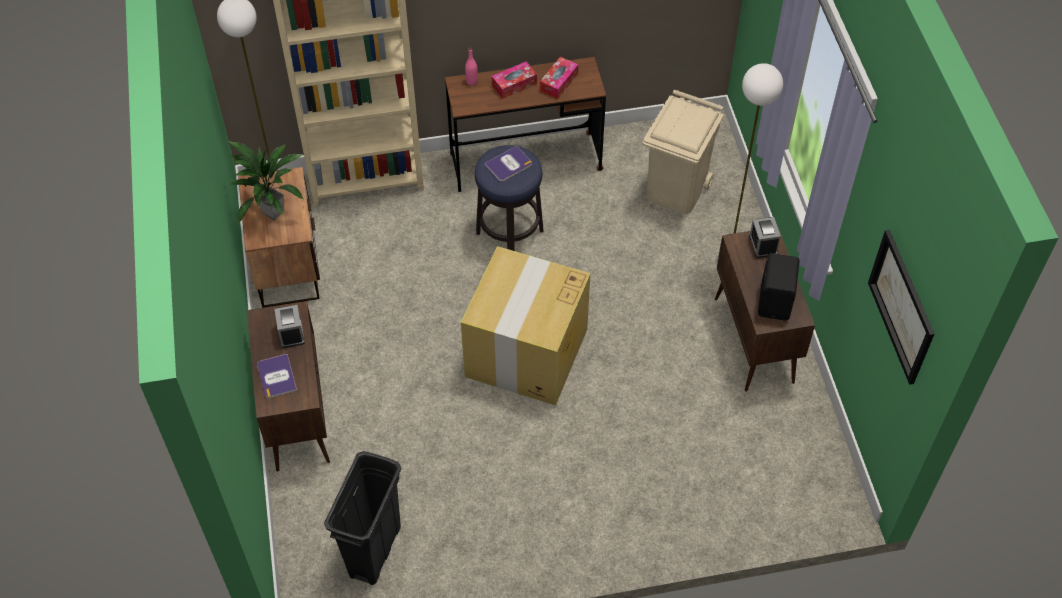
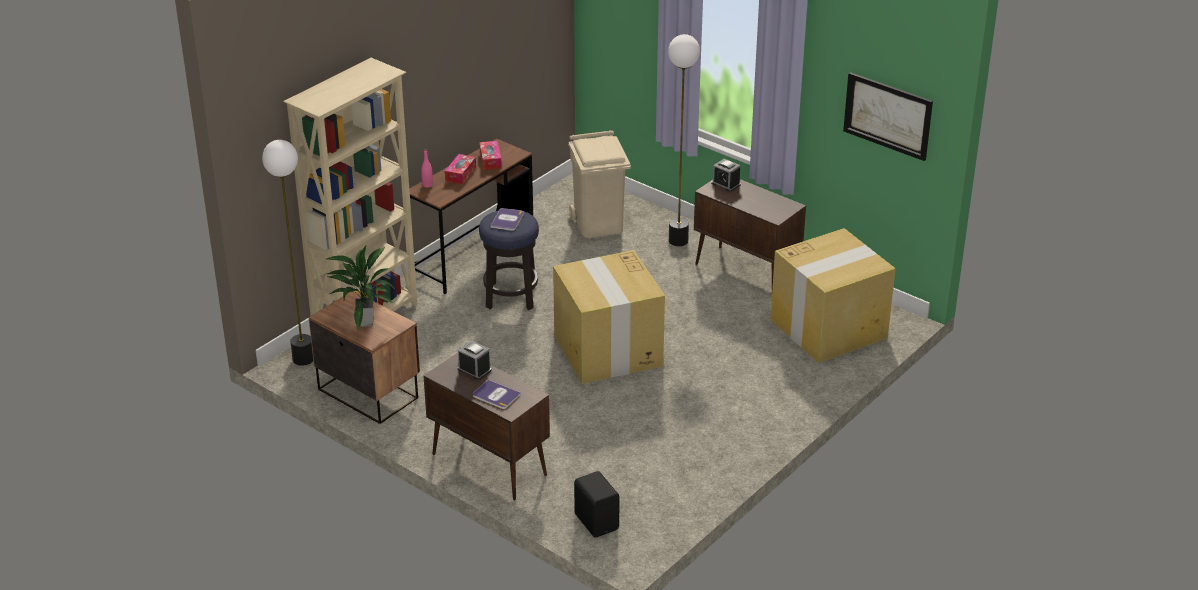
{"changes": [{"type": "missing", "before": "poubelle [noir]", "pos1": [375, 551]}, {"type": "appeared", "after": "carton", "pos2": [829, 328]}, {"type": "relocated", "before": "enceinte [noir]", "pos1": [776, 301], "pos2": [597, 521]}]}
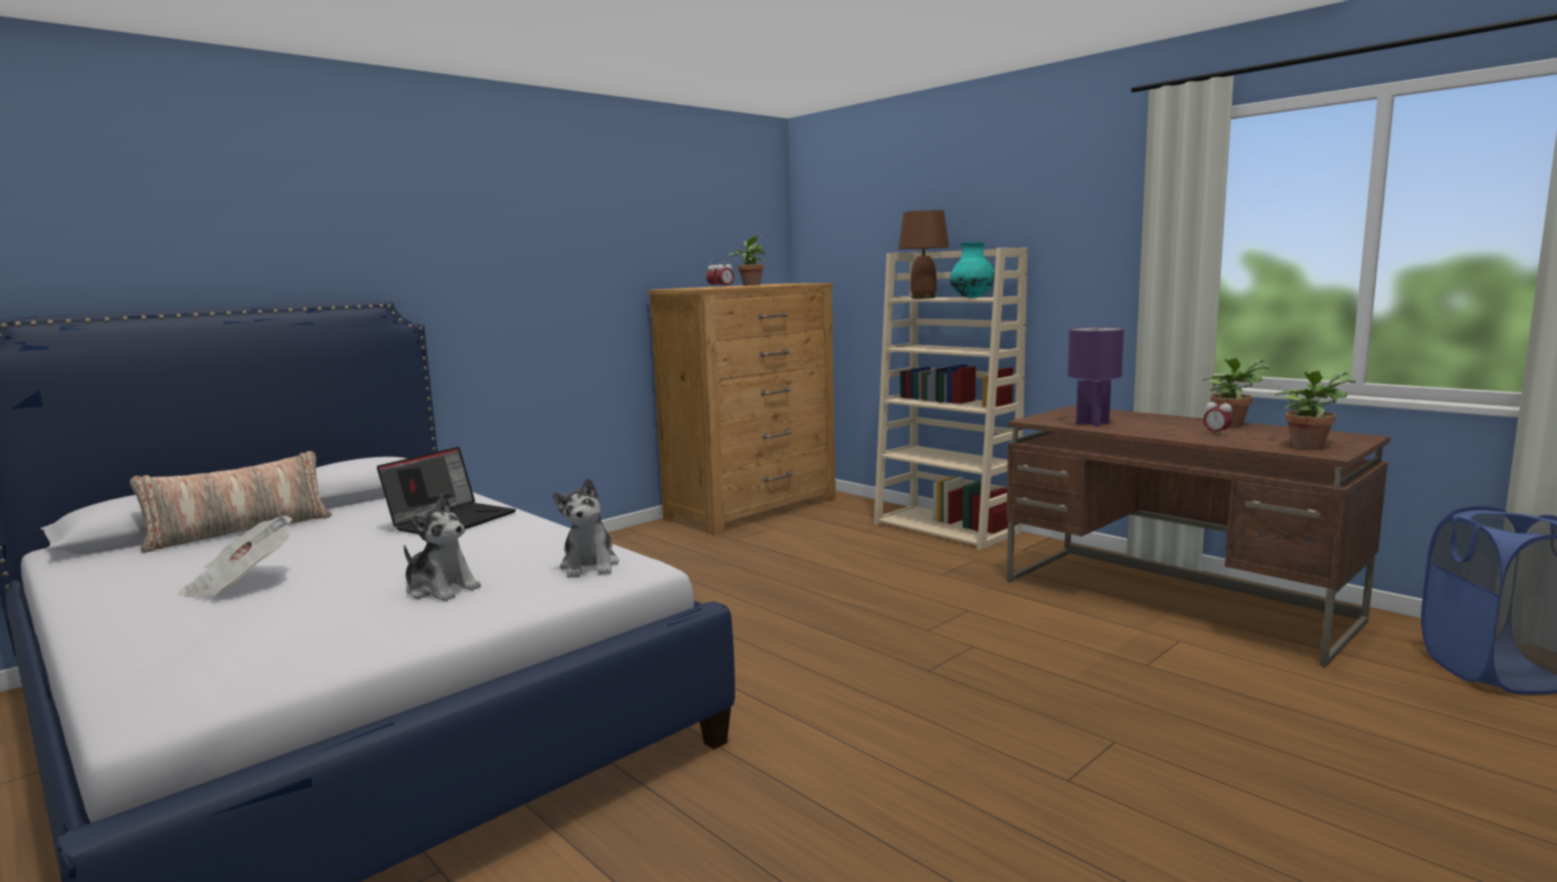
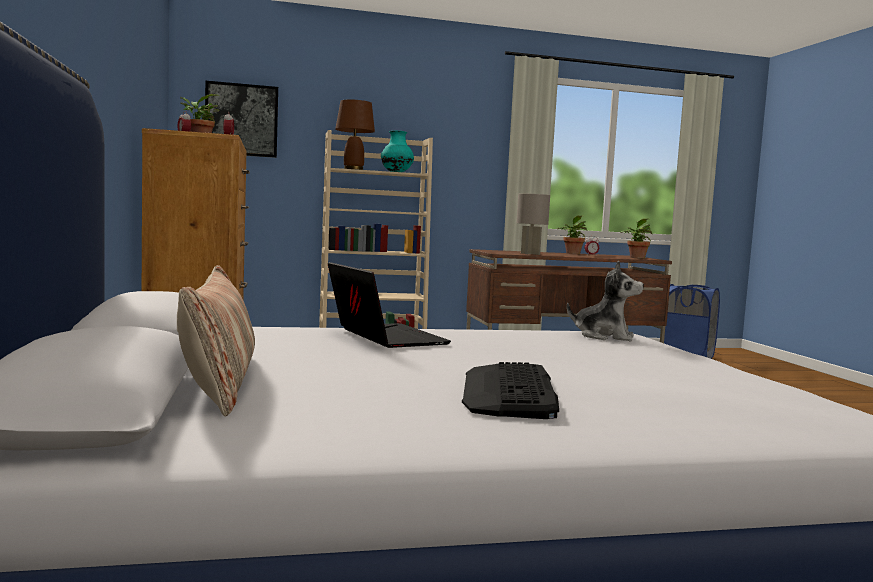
{"changes": [{"type": "missing", "before": "peluche", "pos1": [441, 589]}, {"type": "appeared", "after": "tableau", "pos2": [241, 120]}, {"type": "exchanged", "before": "journal", "after": "clavier", "pos1": [240, 584], "pos2": [509, 392]}, {"type": "colour", "before": "lampe de table [violet]", "after": "lampe de table [gris]", "pos1": [1091, 423], "pos2": [530, 254]}]}
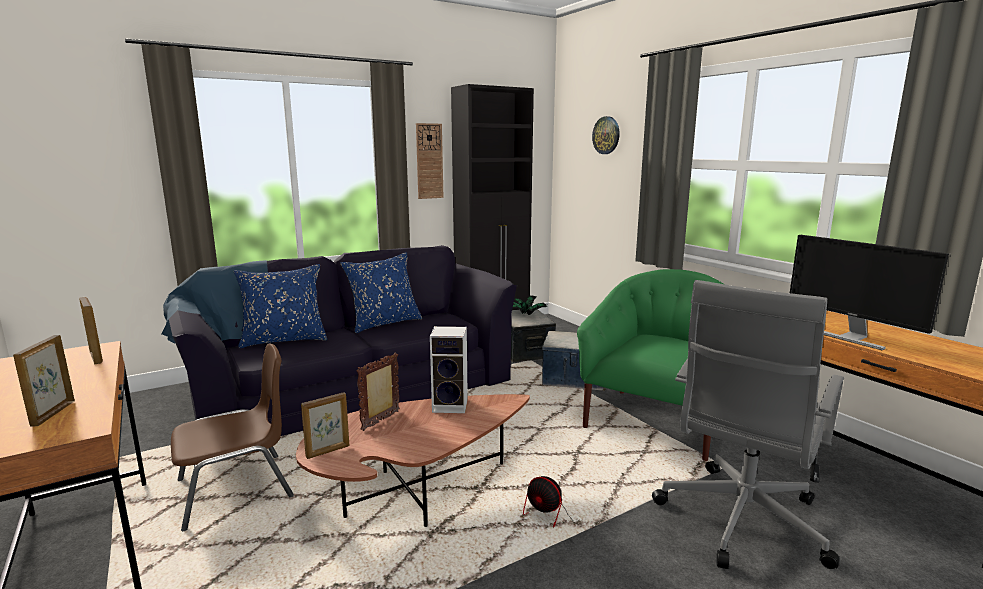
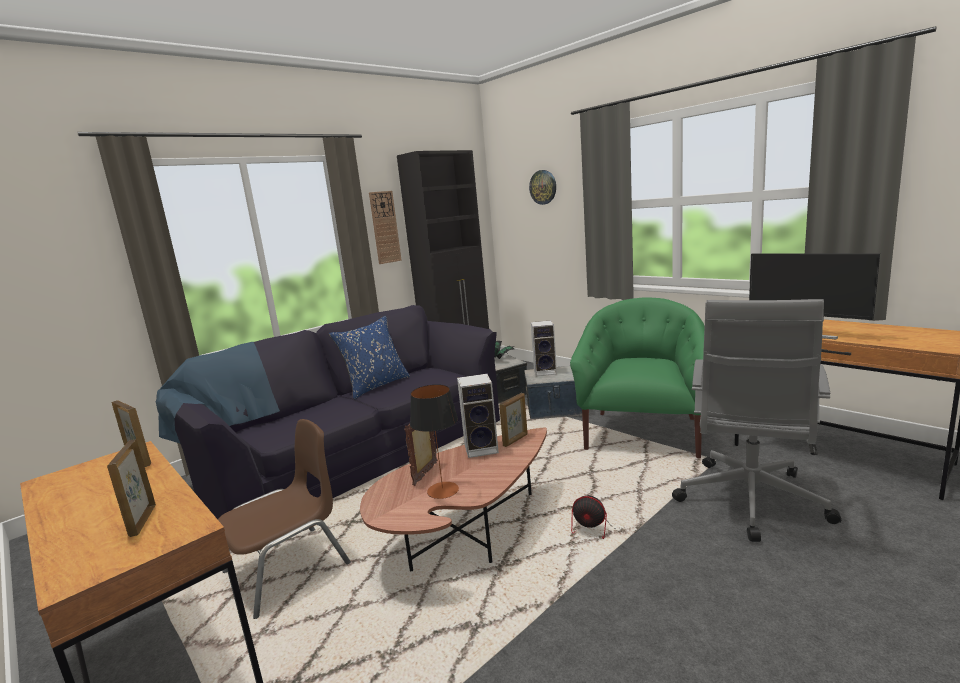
{"changes": [{"type": "missing", "before": "coussin [bleu]", "pos1": [284, 340]}, {"type": "appeared", "after": "lampe de table", "pos2": [442, 490]}, {"type": "appeared", "after": "enceinte", "pos2": [546, 372]}, {"type": "relocated", "before": "cadre photo", "pos1": [328, 451], "pos2": [516, 440]}]}
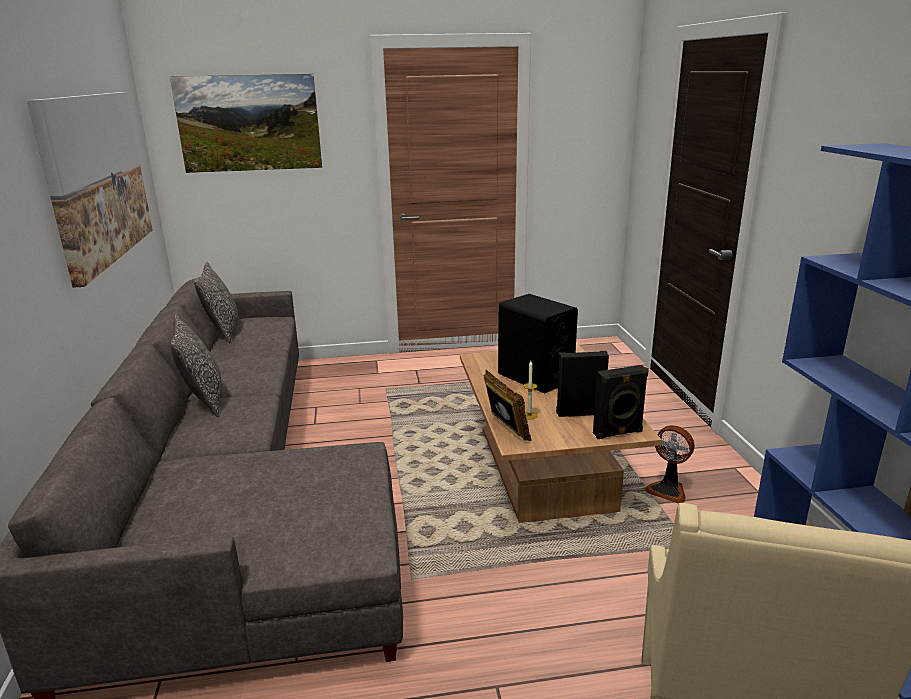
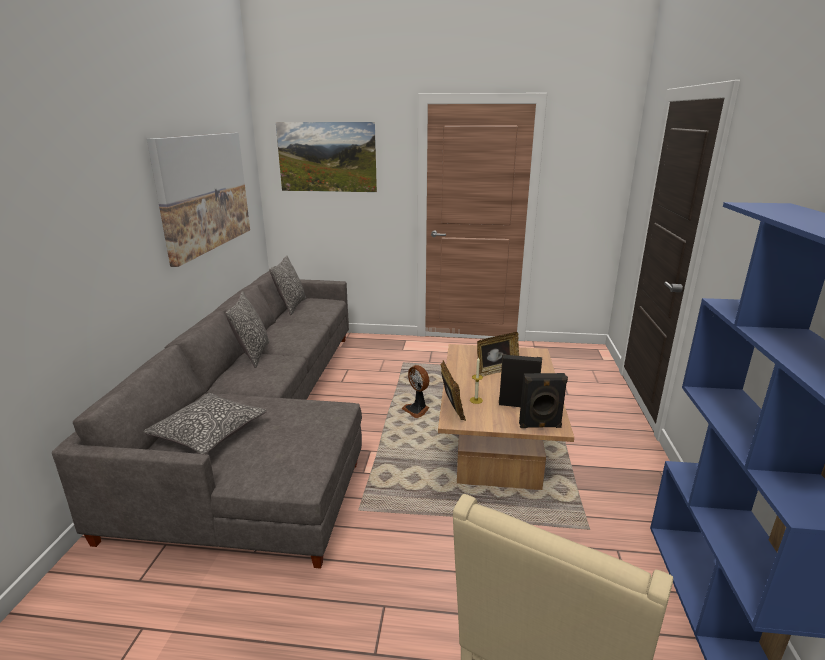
{"changes": [{"type": "appeared", "after": "coussin", "pos2": [208, 433]}, {"type": "relocated", "before": "ventilateur", "pos1": [668, 490], "pos2": [417, 409]}, {"type": "exchanged", "before": "enceinte [noir]", "after": "cadre photo", "pos1": [535, 377], "pos2": [497, 370]}]}
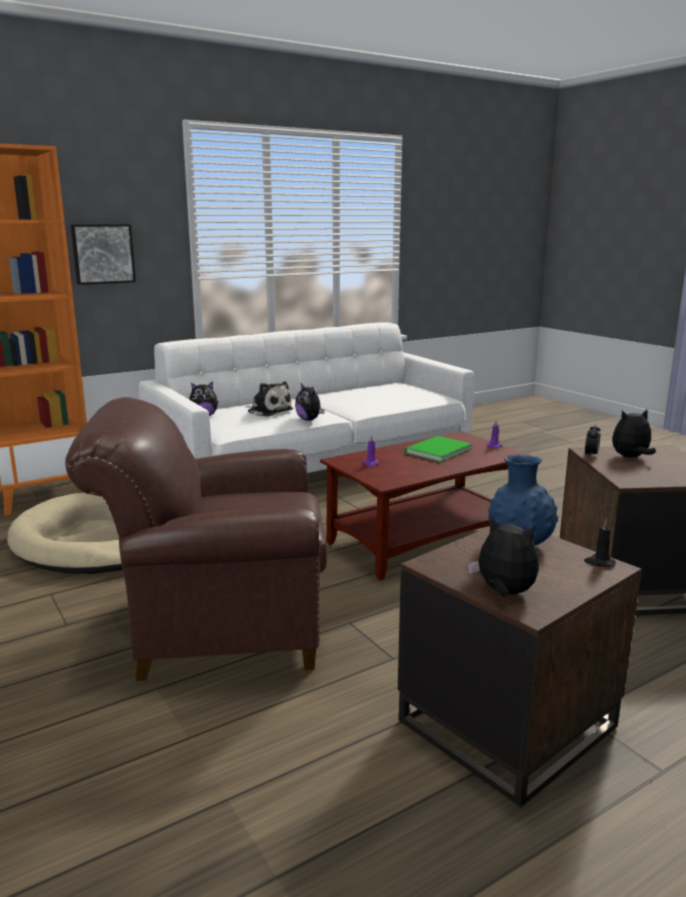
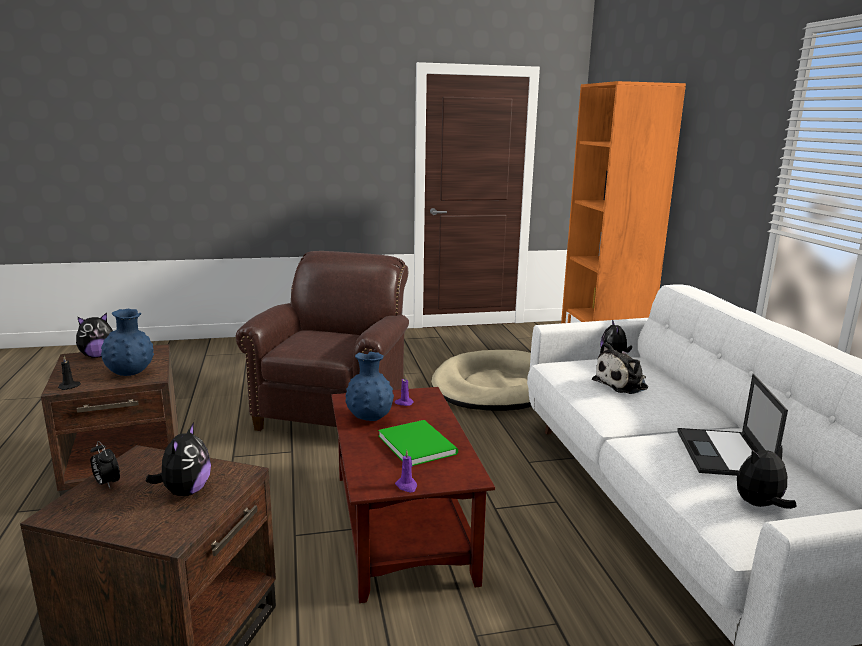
{"changes": [{"type": "missing", "before": "tableau", "pos1": [103, 254]}, {"type": "appeared", "after": "vase [bleu]", "pos2": [369, 418]}, {"type": "appeared", "after": "ordinateur portable", "pos2": [724, 454]}, {"type": "relocated", "before": "peluche", "pos1": [309, 419], "pos2": [759, 505]}, {"type": "relocated", "before": "réveil", "pos1": [591, 455], "pos2": [107, 483]}]}
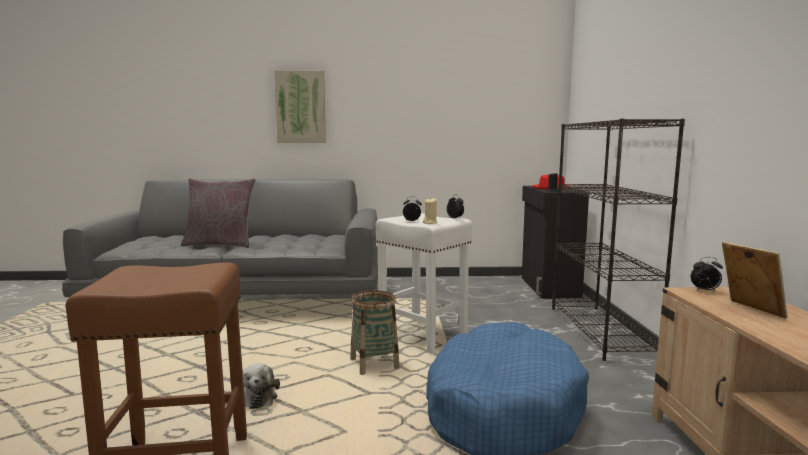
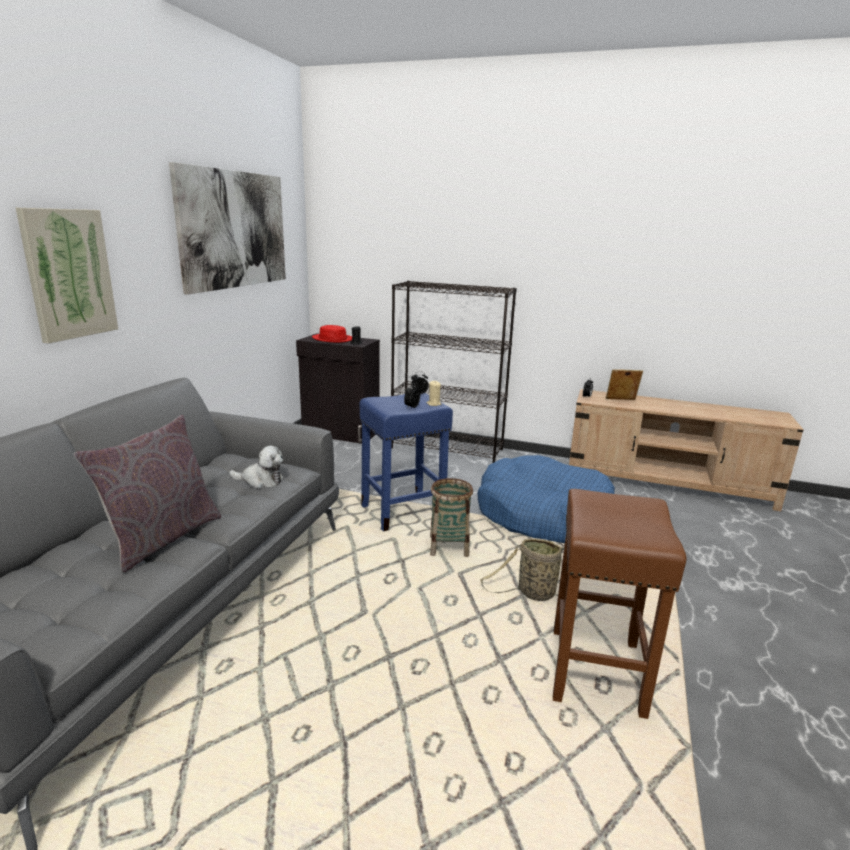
{"changes": [{"type": "appeared", "after": "tableau", "pos2": [234, 229]}, {"type": "appeared", "after": "panier", "pos2": [533, 593]}, {"type": "relocated", "before": "peluche", "pos1": [258, 398], "pos2": [260, 481]}, {"type": "colour", "before": "tabouret [blanc]", "after": "tabouret [bleu]", "pos1": [424, 336], "pos2": [404, 511]}]}
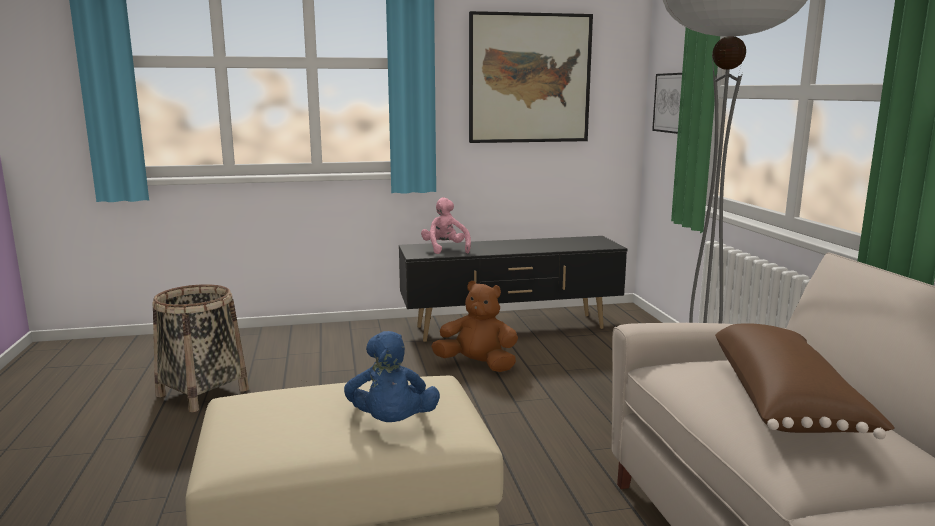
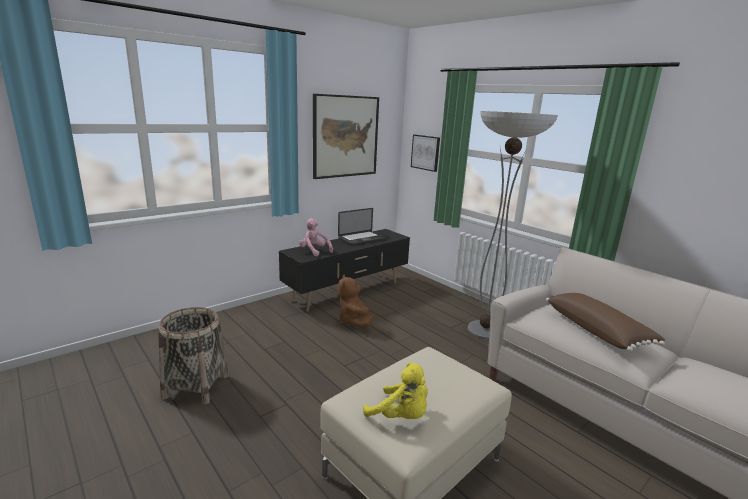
{"changes": [{"type": "missing", "before": "peluche [bleu]", "pos1": [391, 424]}, {"type": "appeared", "after": "ordinateur portable", "pos2": [362, 239]}, {"type": "appeared", "after": "peluche [jaune]", "pos2": [400, 416]}, {"type": "spun", "before": "peluche [marron]", "pos1": [477, 365], "pos2": [354, 322], "turn": -90}]}
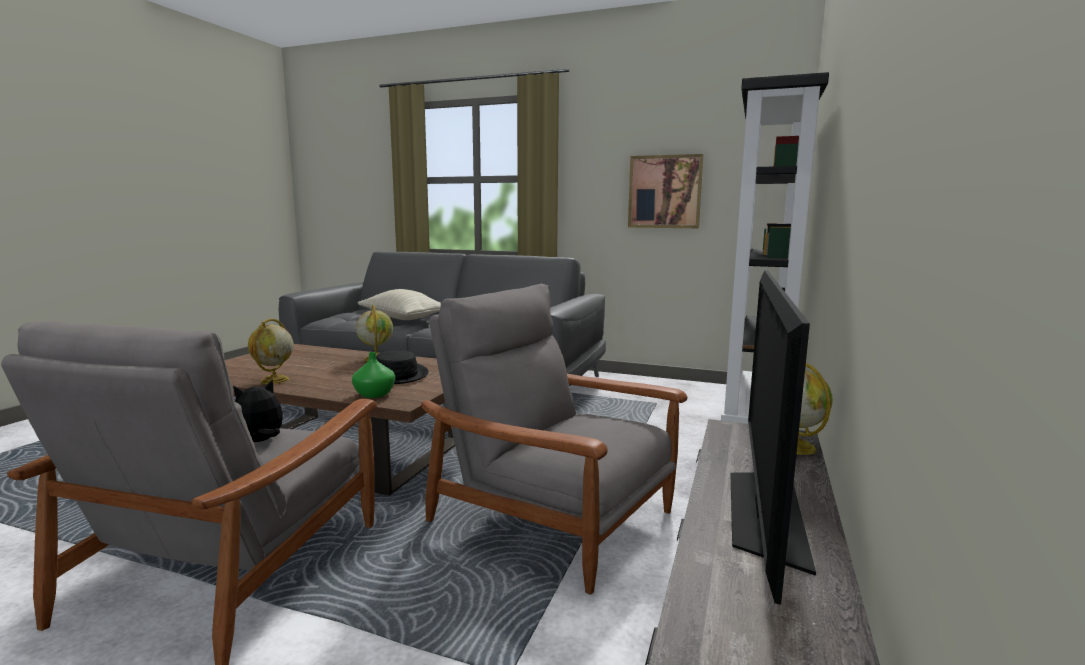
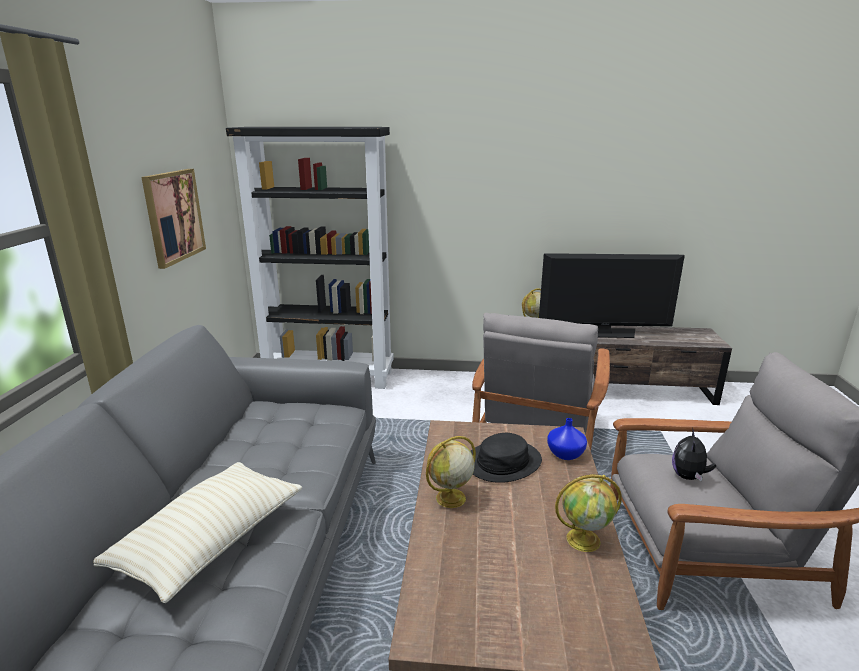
{"changes": [{"type": "colour", "before": "vase [vert]", "after": "vase [bleu]", "pos1": [373, 395], "pos2": [566, 454]}, {"type": "spun", "before": "peluche", "pos1": [260, 441], "pos2": [688, 477], "turn": 75}]}
